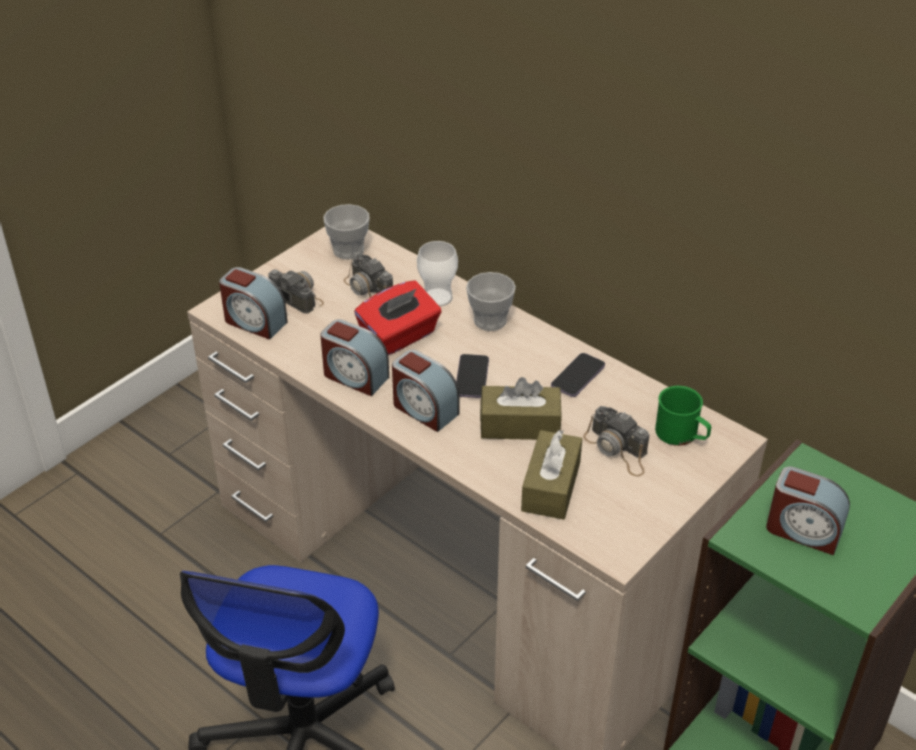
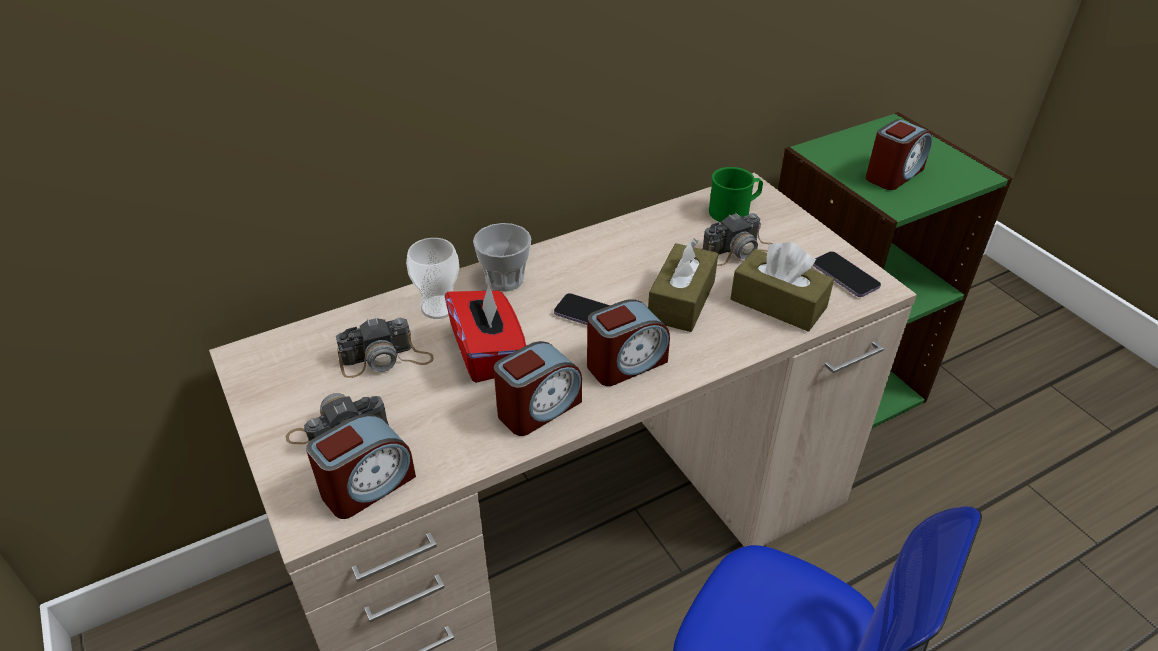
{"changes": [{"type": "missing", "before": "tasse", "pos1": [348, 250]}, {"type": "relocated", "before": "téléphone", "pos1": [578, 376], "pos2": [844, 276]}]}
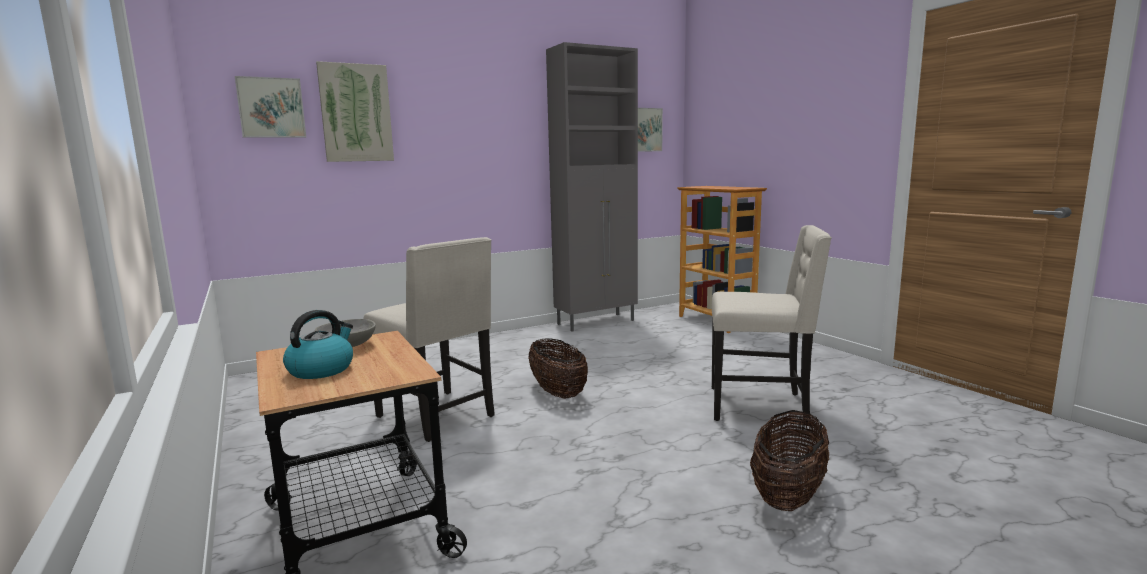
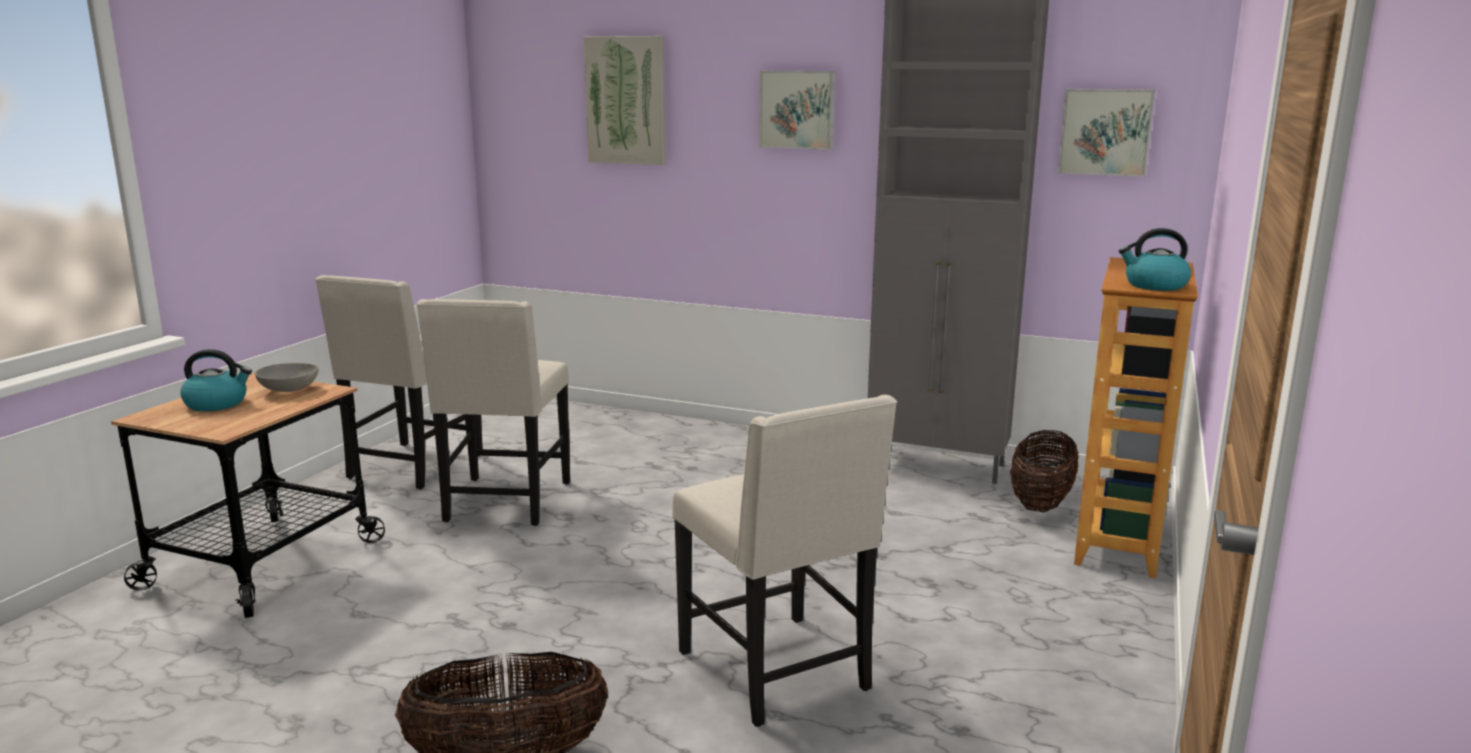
{"changes": [{"type": "appeared", "after": "chaise [beige]", "pos2": [412, 467]}, {"type": "appeared", "after": "bouilloire", "pos2": [1154, 286]}, {"type": "relocated", "before": "tableau", "pos1": [271, 108], "pos2": [798, 109]}, {"type": "relocated", "before": "panier", "pos1": [558, 392], "pos2": [1041, 503]}]}
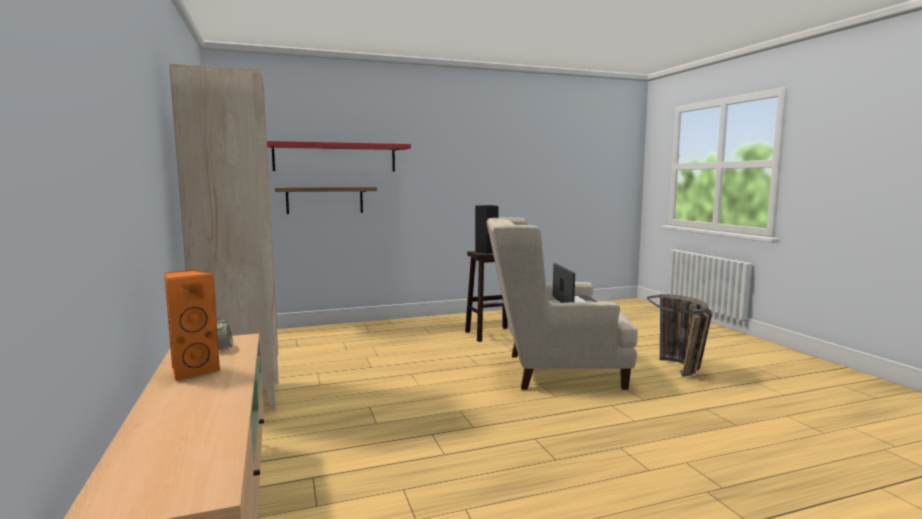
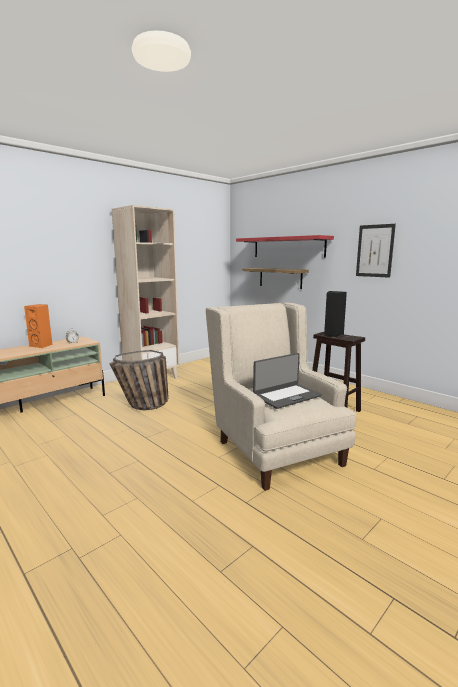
{"changes": [{"type": "appeared", "after": "tableau", "pos2": [375, 251]}, {"type": "relocated", "before": "panier", "pos1": [683, 371], "pos2": [142, 406]}]}
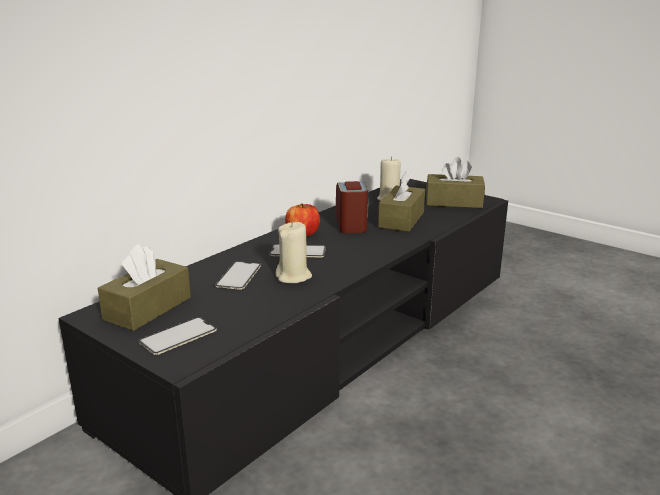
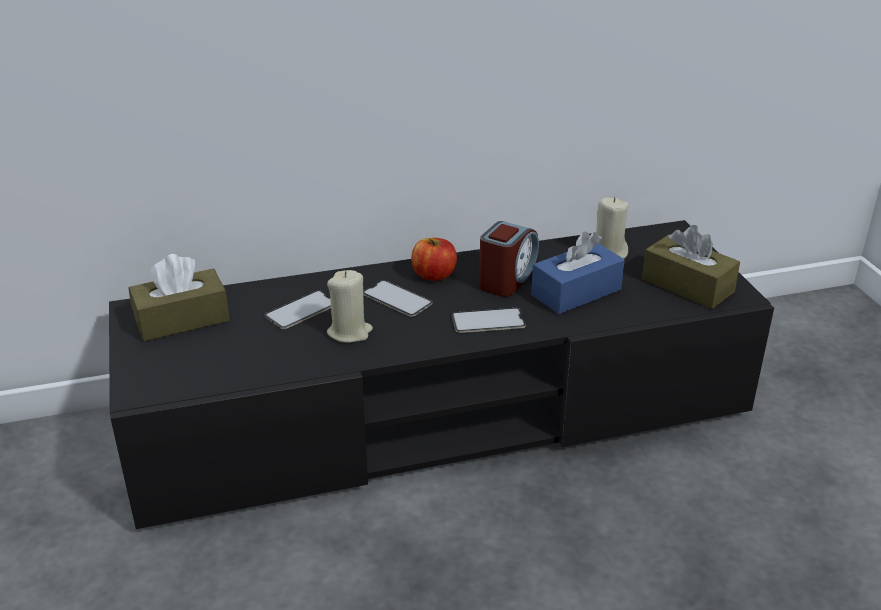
{"changes": [{"type": "relocated", "before": "téléphone", "pos1": [178, 336], "pos2": [488, 321]}, {"type": "colour", "before": "boîte à mouchoirs [marron]", "after": "boîte à mouchoirs [bleu]", "pos1": [401, 220], "pos2": [576, 292]}]}
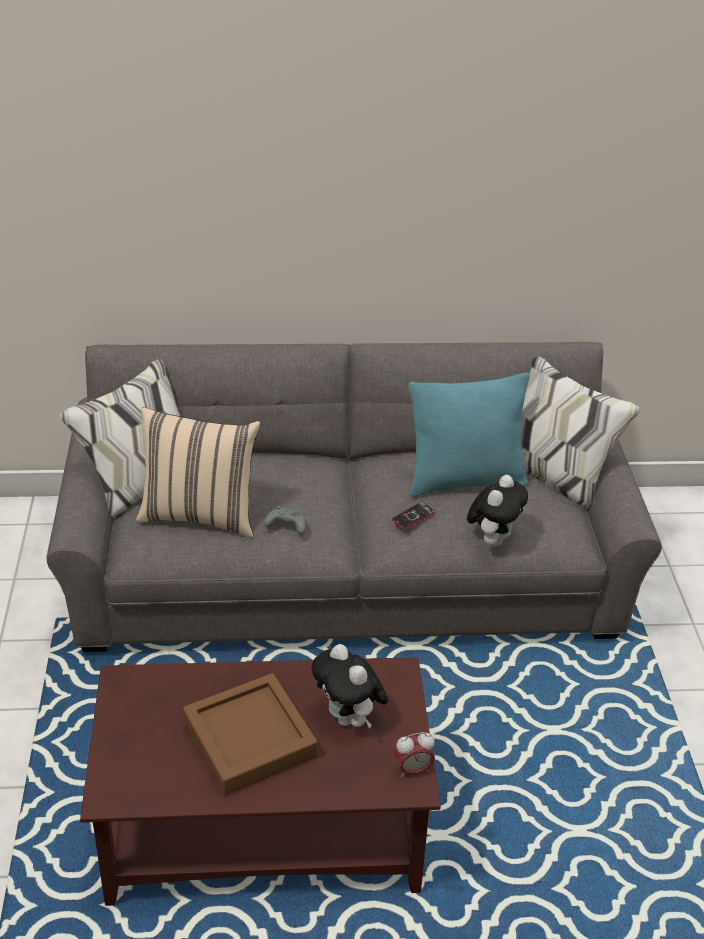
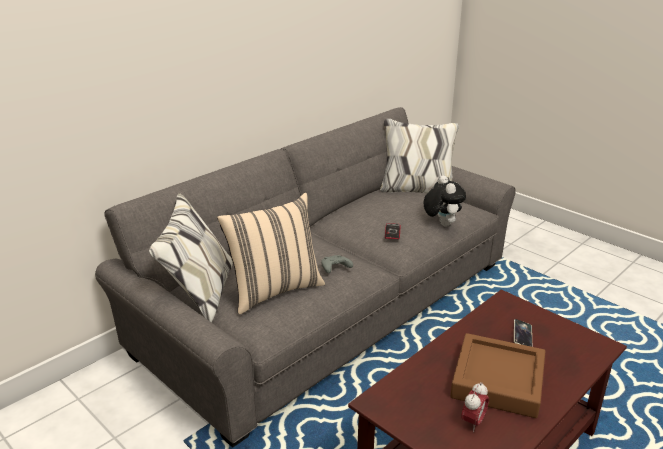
{"changes": [{"type": "missing", "before": "coussin [turquoise]", "pos1": [464, 480]}, {"type": "relocated", "before": "réveil", "pos1": [413, 769], "pos2": [473, 422]}, {"type": "exchanged", "before": "peluche", "after": "téléphone", "pos1": [349, 718], "pos2": [522, 336]}]}
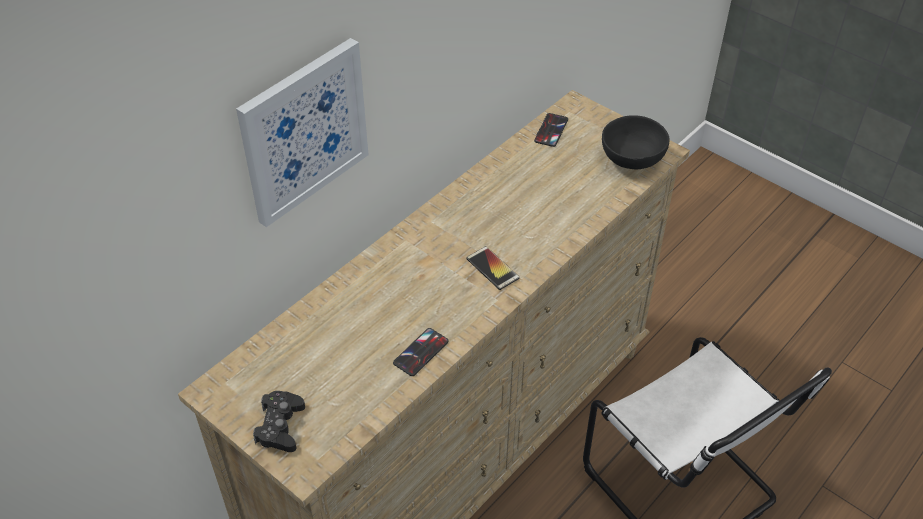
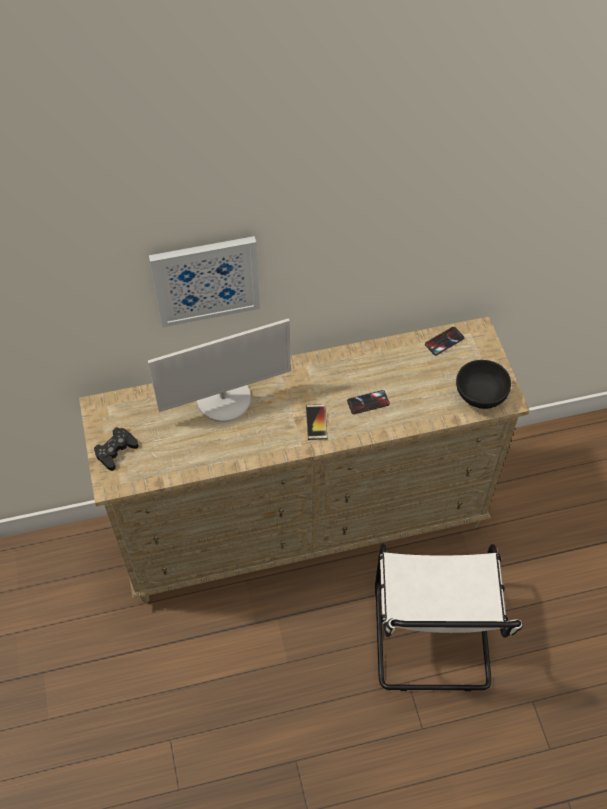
{"changes": [{"type": "appeared", "after": "écran d'ordinateur", "pos2": [224, 399]}, {"type": "relocated", "before": "téléphone", "pos1": [421, 352], "pos2": [368, 402]}]}
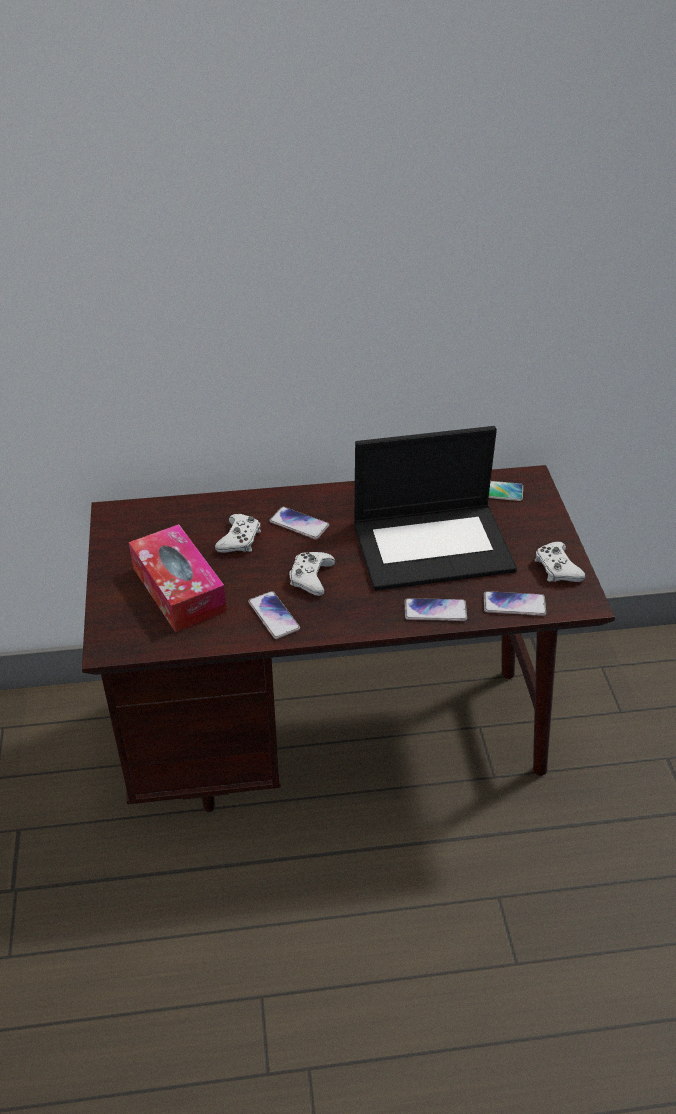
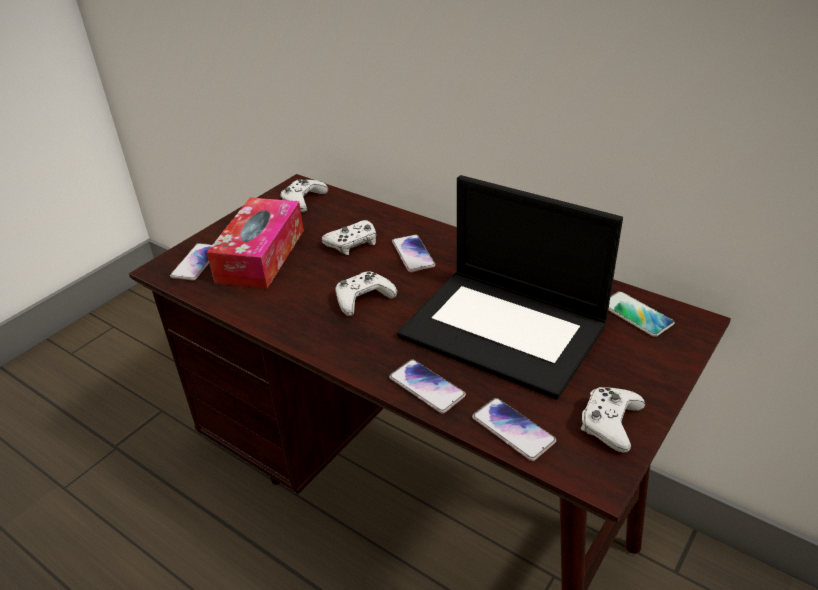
{"changes": [{"type": "appeared", "after": "manette [blanc]", "pos2": [303, 200]}, {"type": "relocated", "before": "téléphone", "pos1": [273, 616], "pos2": [196, 262]}]}
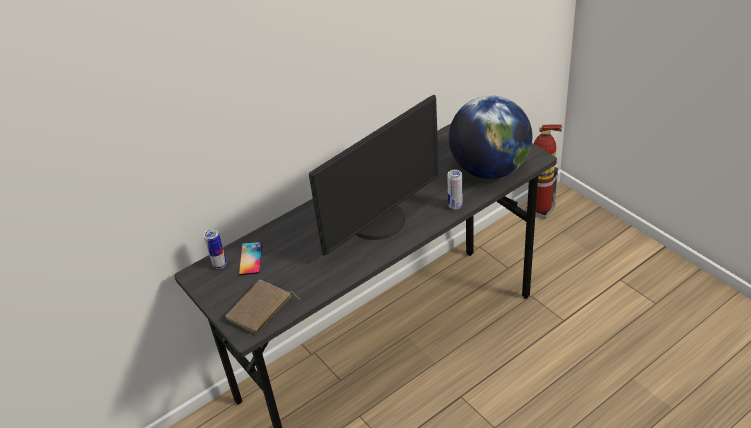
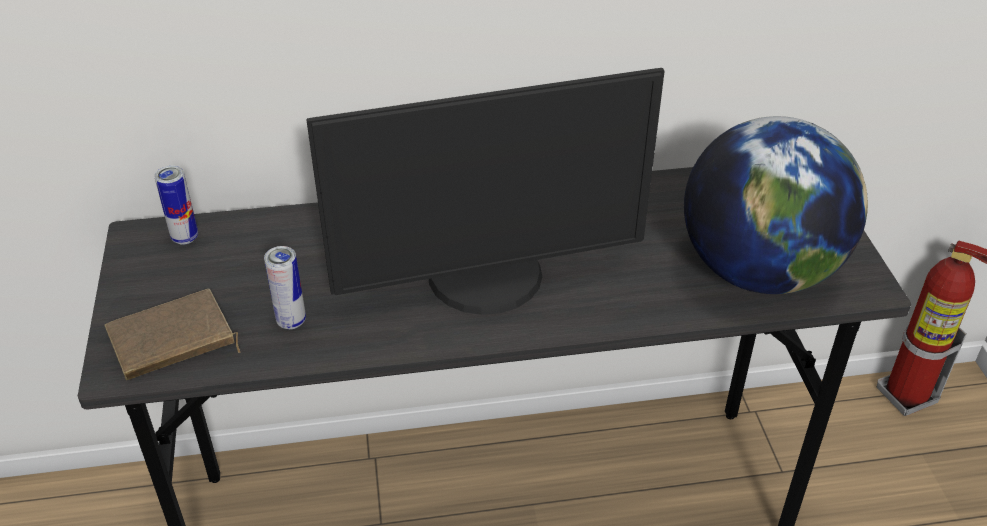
{"changes": [{"type": "missing", "before": "téléphone", "pos1": [250, 258]}, {"type": "relocated", "before": "boîte métallique", "pos1": [455, 206], "pos2": [291, 321]}]}
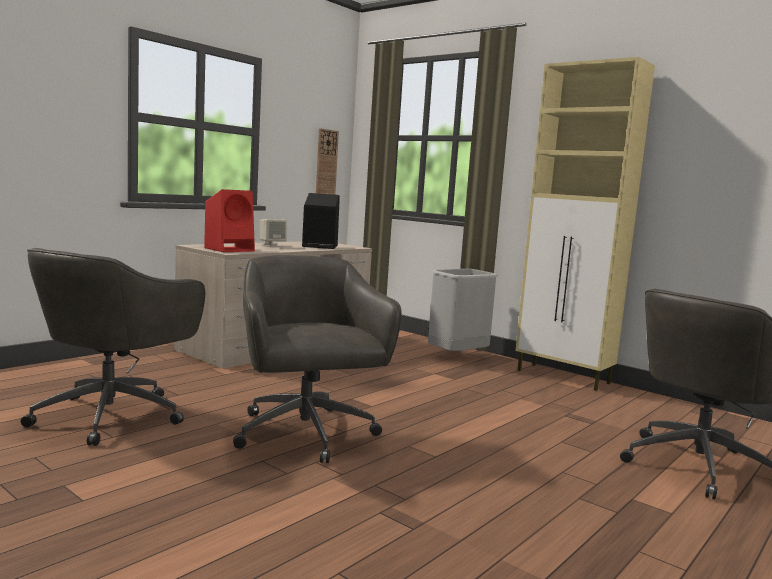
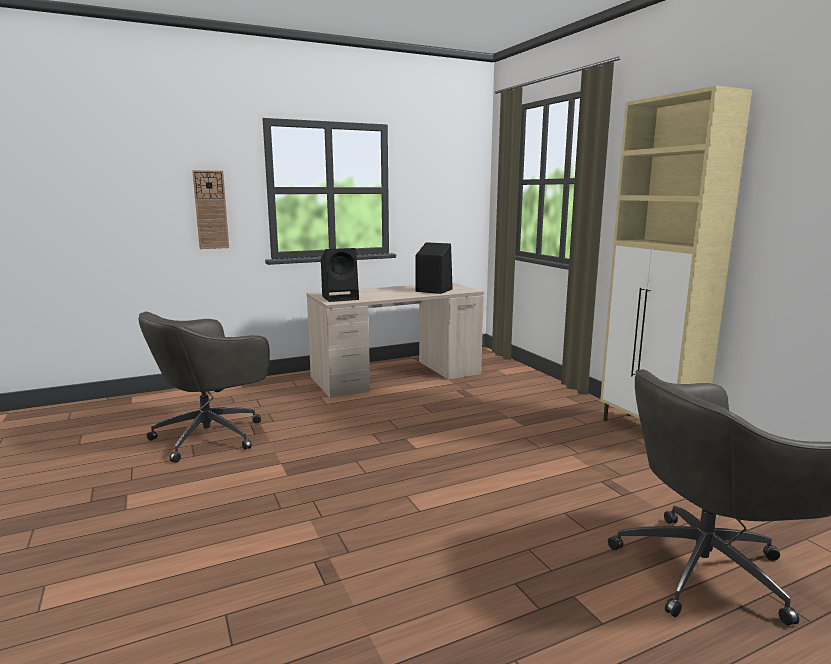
{"changes": [{"type": "missing", "before": "chaise de bureau [gris]", "pos1": [306, 435]}, {"type": "missing", "before": "enceinte [beige]", "pos1": [272, 245]}, {"type": "missing", "before": "poubelle [gris]", "pos1": [457, 357]}, {"type": "relocated", "before": "horloge murale", "pos1": [326, 165], "pos2": [211, 210]}, {"type": "colour", "before": "enceinte [rouge]", "after": "enceinte [noir]", "pos1": [230, 249], "pos2": [341, 298]}]}
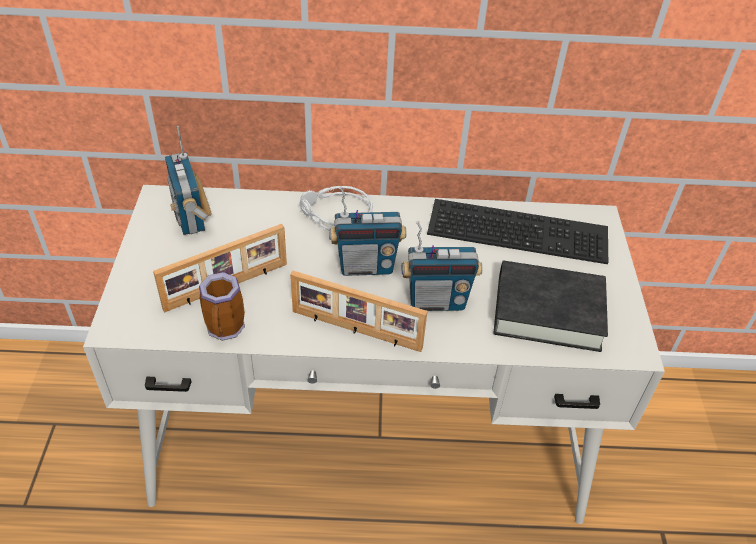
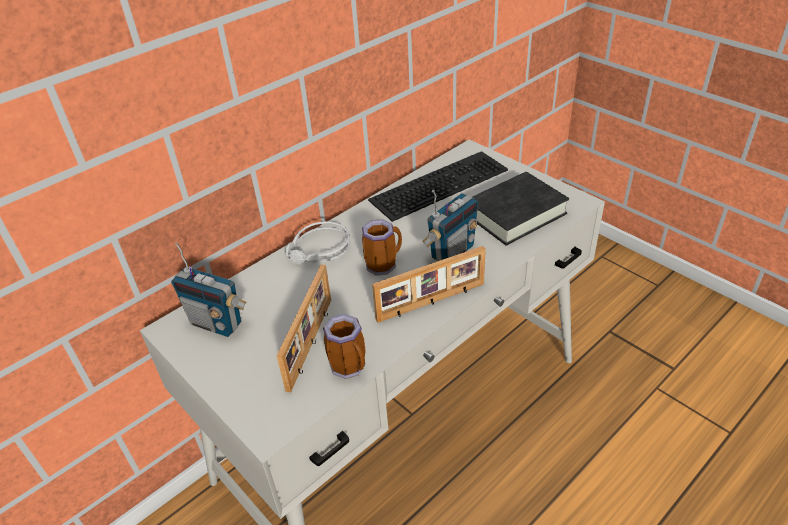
{"changes": [{"type": "exchanged", "before": "radio", "after": "mug", "pos1": [366, 266], "pos2": [383, 264]}]}
